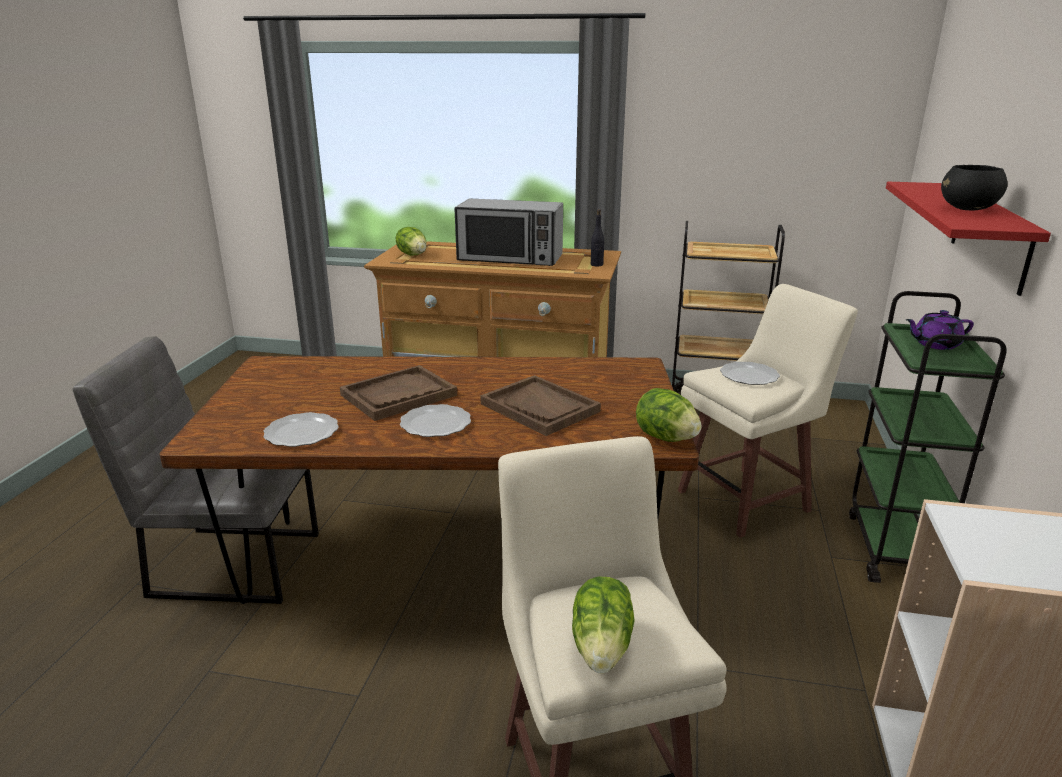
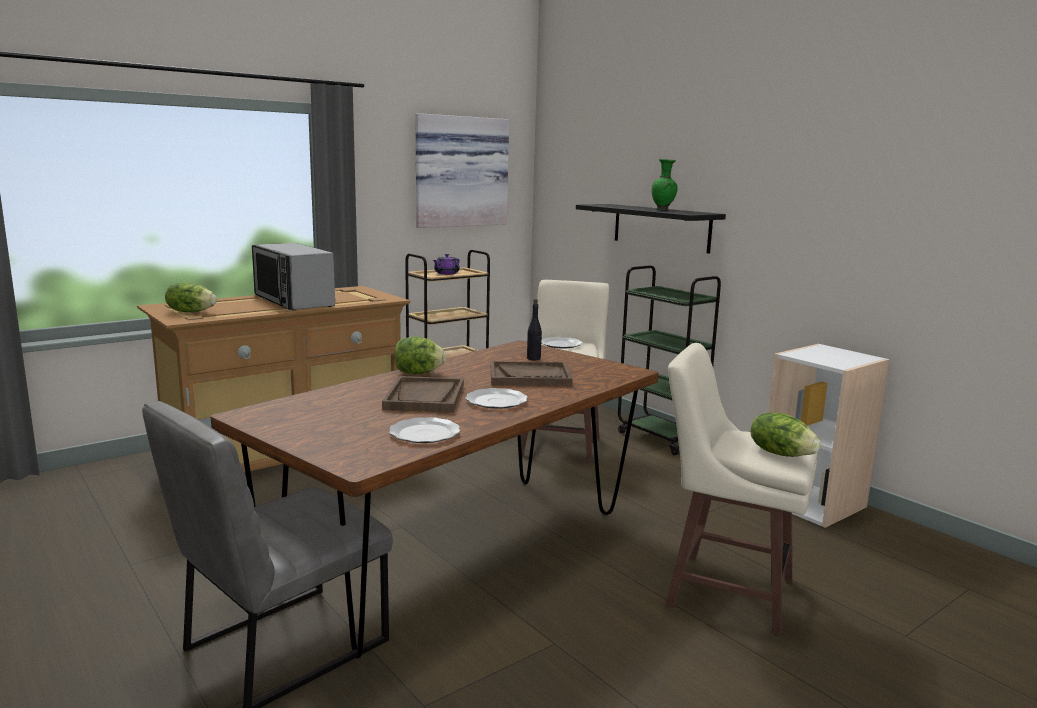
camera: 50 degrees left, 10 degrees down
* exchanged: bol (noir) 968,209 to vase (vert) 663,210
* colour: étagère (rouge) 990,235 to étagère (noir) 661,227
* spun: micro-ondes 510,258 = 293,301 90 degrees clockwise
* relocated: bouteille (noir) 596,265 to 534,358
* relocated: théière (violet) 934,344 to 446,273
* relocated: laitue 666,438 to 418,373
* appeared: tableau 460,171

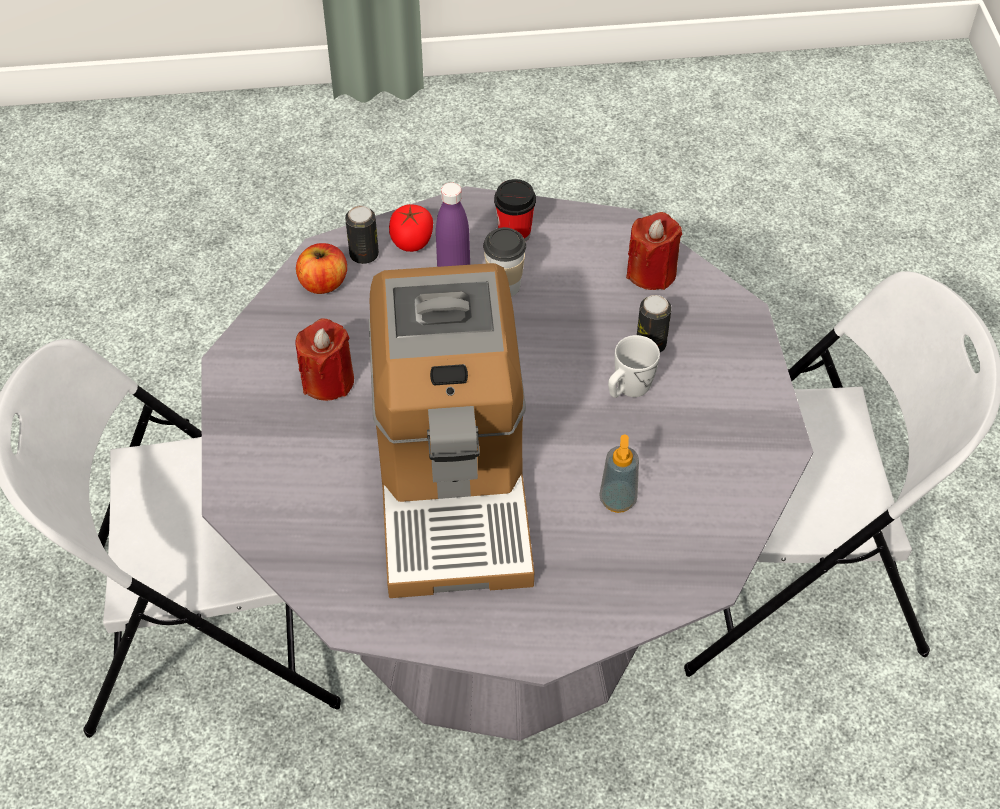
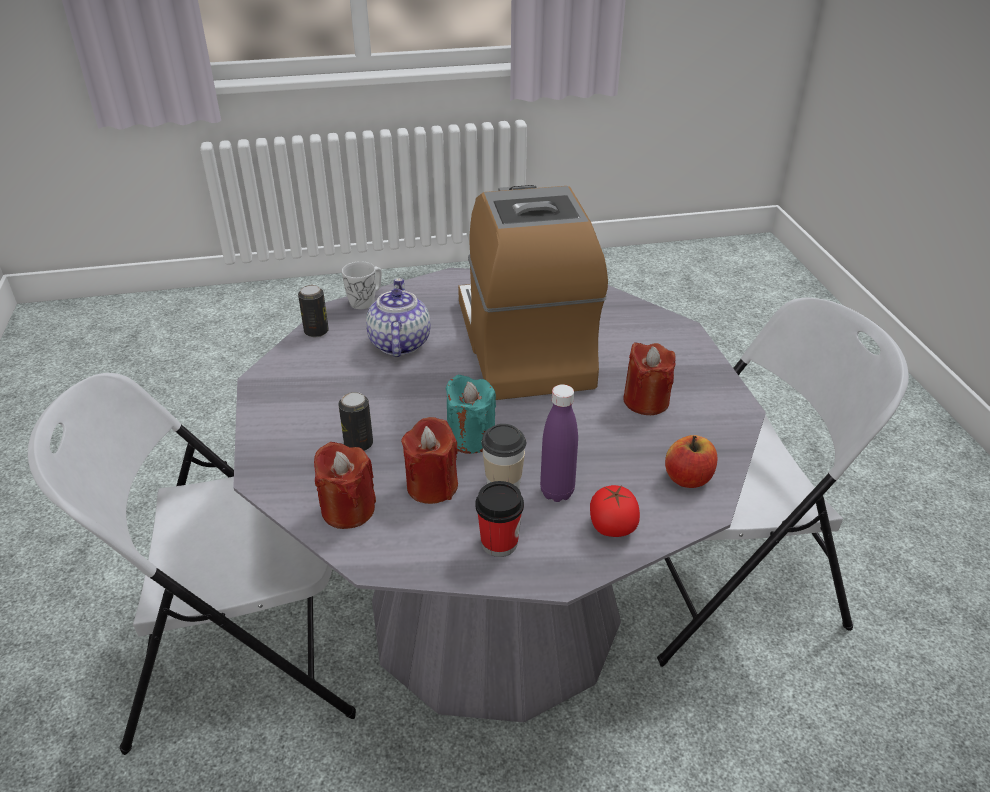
camera: 175 degrees right, 15 degrees down
* relocated: boîte métallique 364,255 to 316,331
* relocated: mug (blanc) 628,389 to 366,301
* exchanged: distributeur de savon 617,500 to théière 398,343
* appeared: bougie (turquoise) 471,438
* appeared: bougie (rouge) 432,486

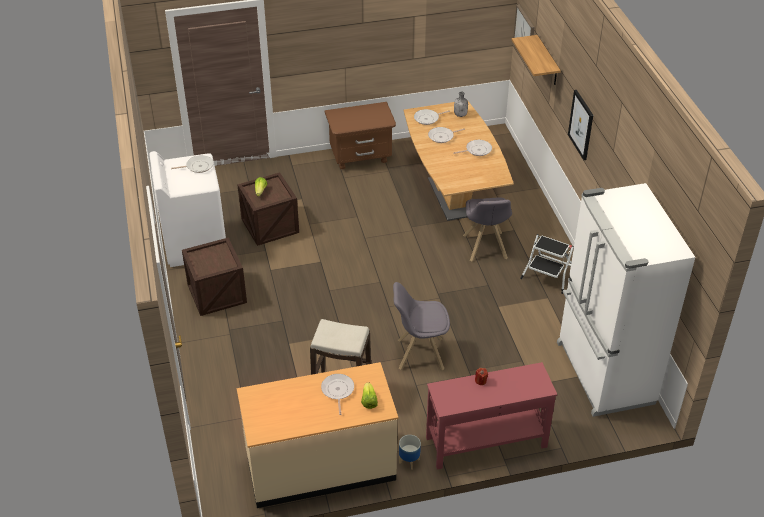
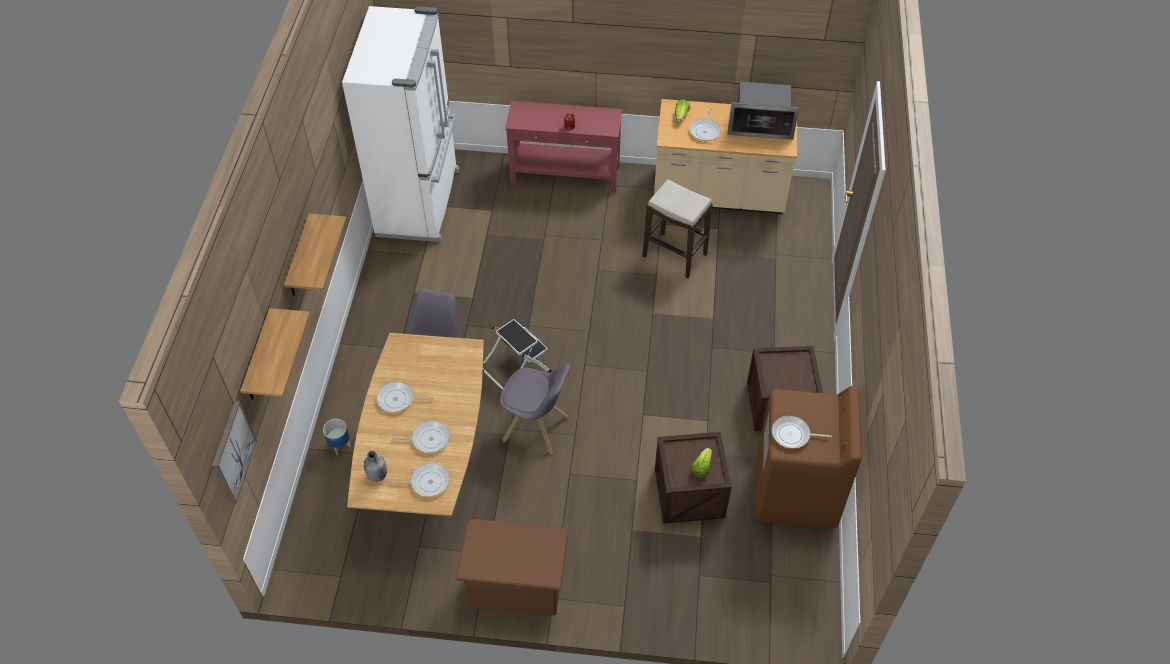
camera: 160 degrees left, 10 degrees up
* exchanged: tableau 581,124 to étagère 299,258
* colour: lave-linge (blanc) 194,244 to lave-linge (marron) 795,492
* relocated: escabeau 548,273 to 515,368
* relocated: chaise (gris) 420,354 to 536,428
* relocated: cache-pot 409,461 to 339,445
* appeared: micro-ondes 760,125

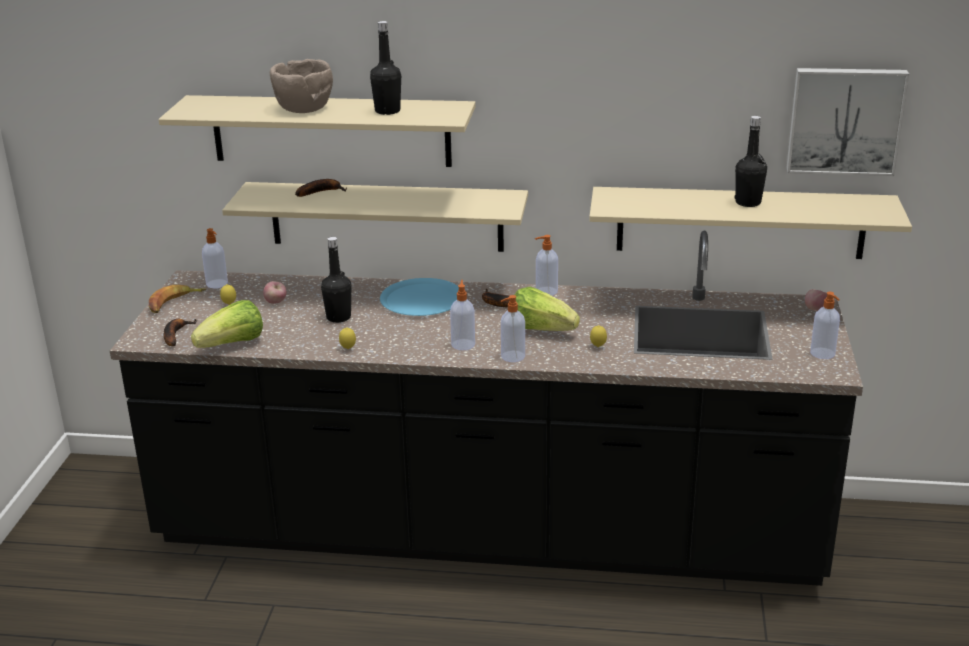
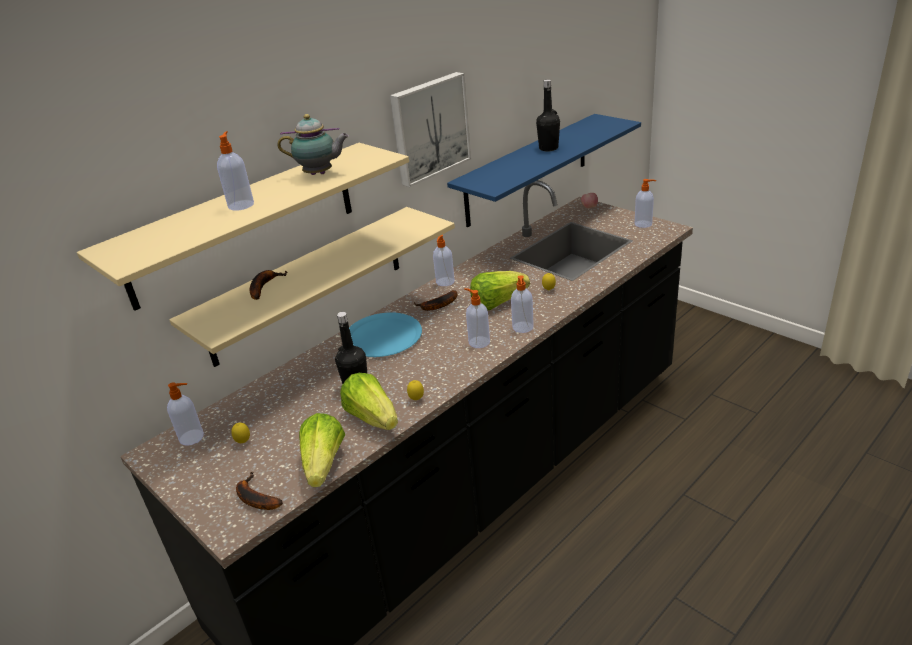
camera: 50 degrees left, 5 degrees up
* exchanged: bouteille (noir) 387,111 to théière 320,174
* exchanged: bol (marron) 302,108 to distributeur de savon 241,205
* relocated: tableau 845,120 to 429,128
* colour: étagère (beige) 740,222 to étagère (bleu) 527,169
* missing: pomme 276,302
* missing: banane 174,303
* appeared: laitue 372,418

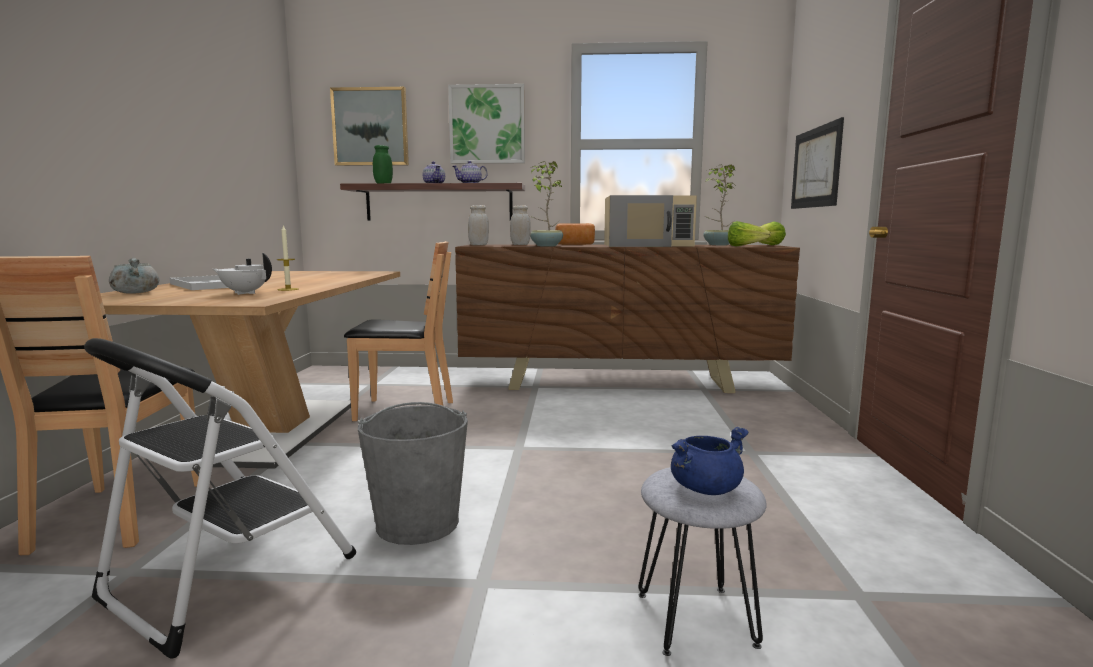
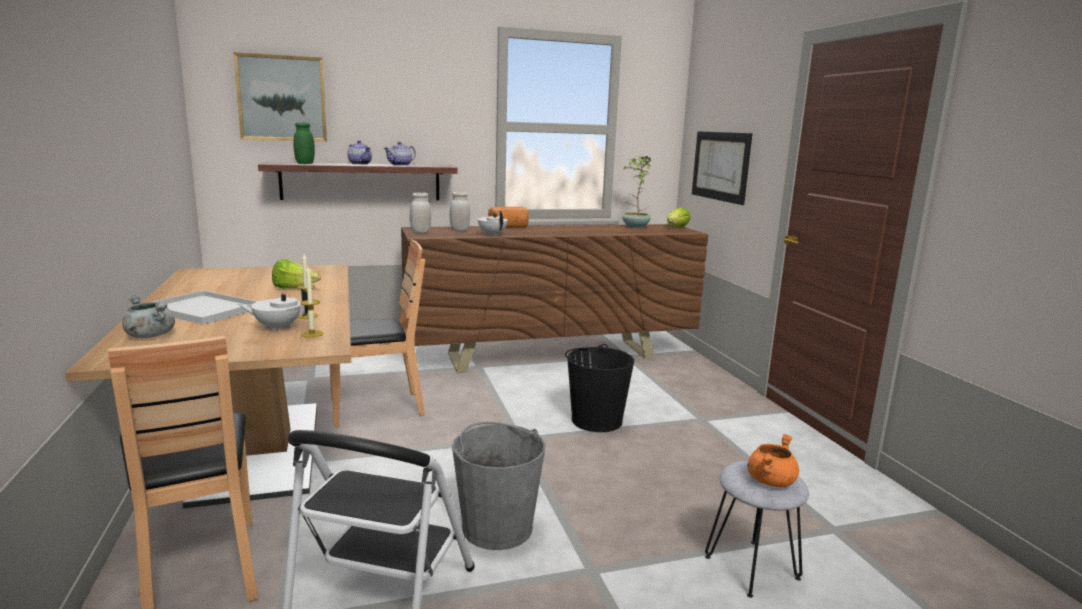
camera: 20 degrees left, 5 degrees up
* missing: tableau 487,124
* exchanged: plante en pot 545,246 to théière (blanc) 492,235
* missing: micro-ondes (beige) 647,245
* relocated: laitue 745,246 to 294,289
* colour: marmite (bleu) 705,488 to marmite (orange) 770,480
* appeared: bougie 312,334
* appeared: seau (noir) 596,420

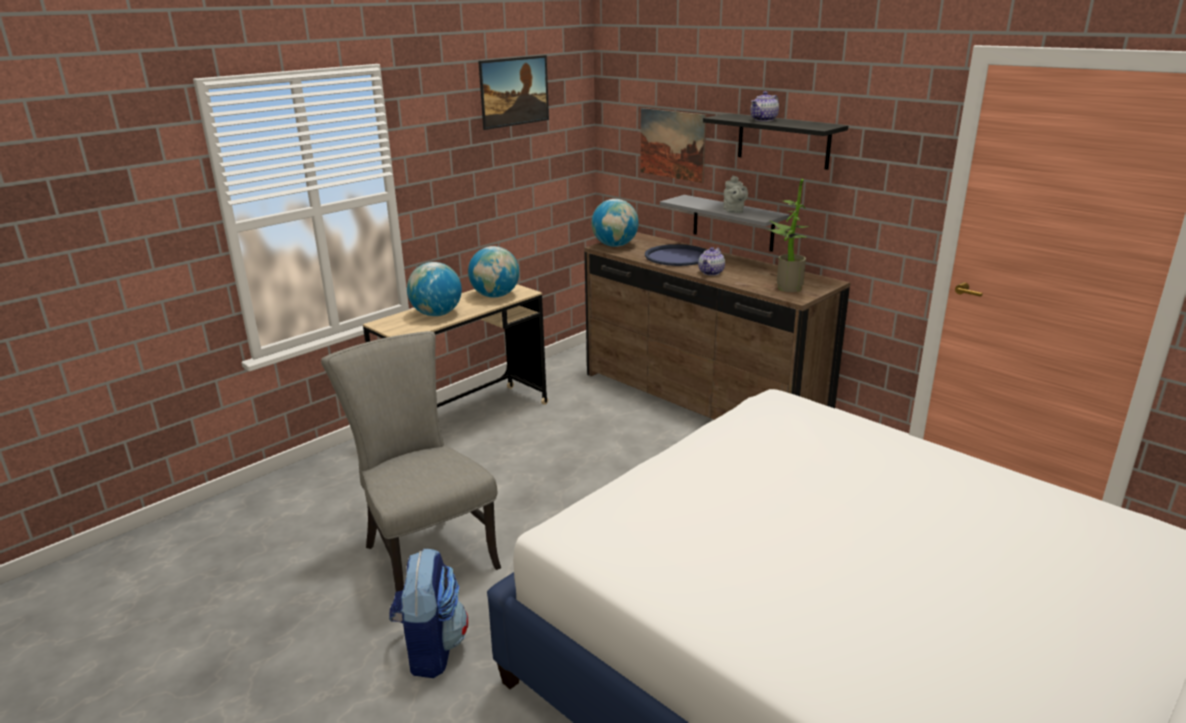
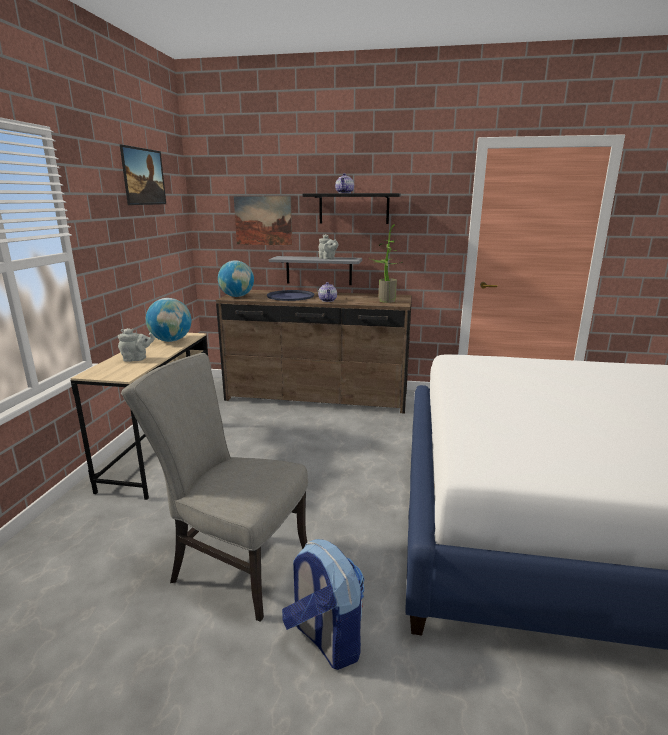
camera: 35 degrees left, 5 degrees down
* exchanged: globe 436,314 to théière (gris) 137,359

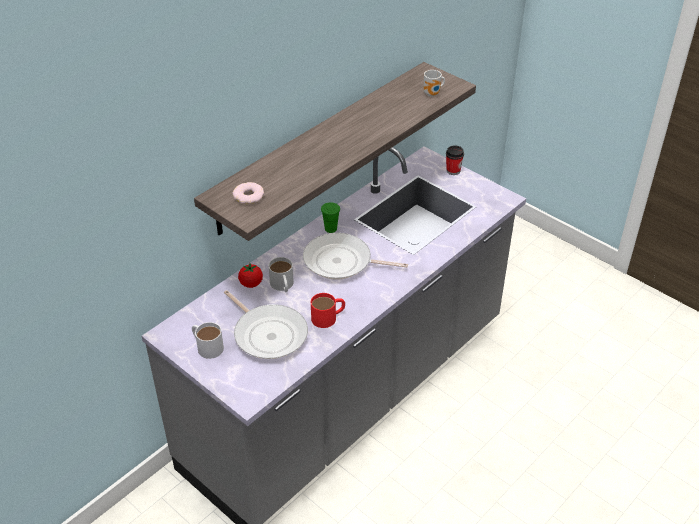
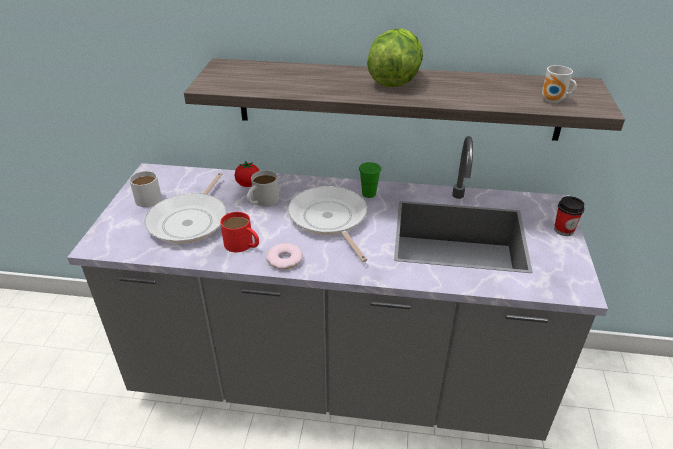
camera: 55 degrees right, 5 degrees down
* relocated: beignet 249,196 to 285,259
* appeared: laitue 394,81

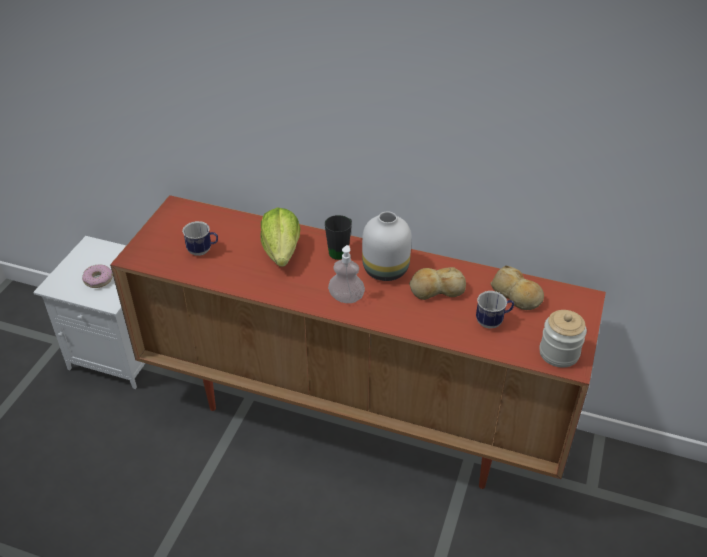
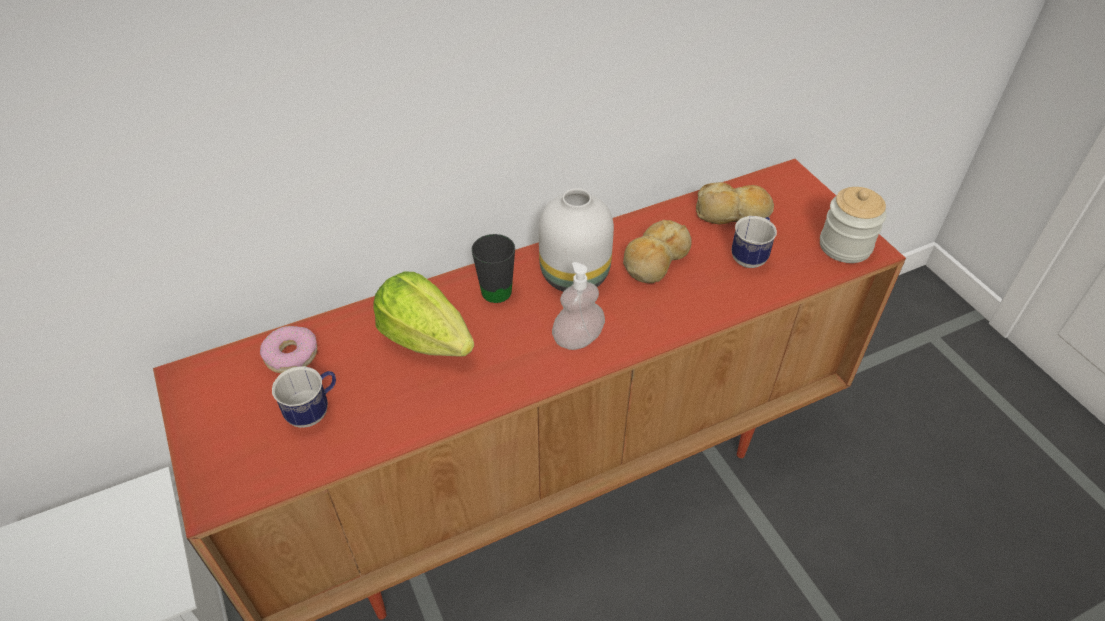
camera: 45 degrees left, 5 degrees up
* relocated: beignet 98,279 to 291,355

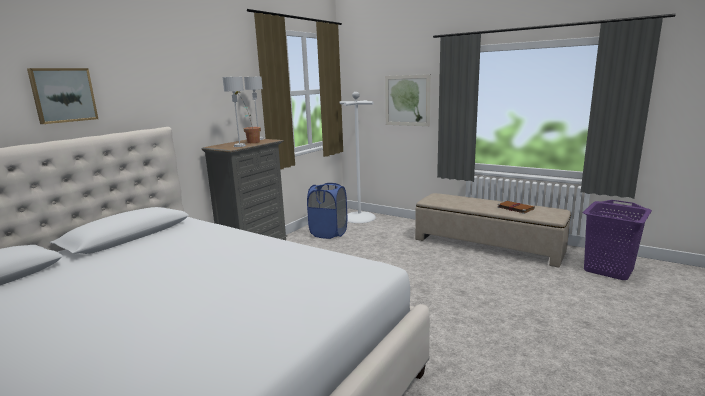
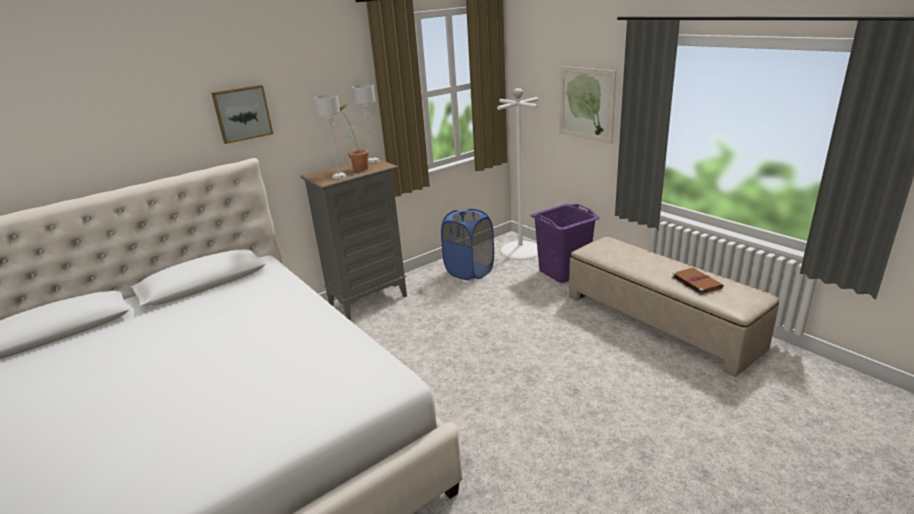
camera: 20 degrees right, 10 degrees up
* relocated: tableau 63,95 to 242,113
* relocated: panier à linge (violet) 609,269 to 564,272

